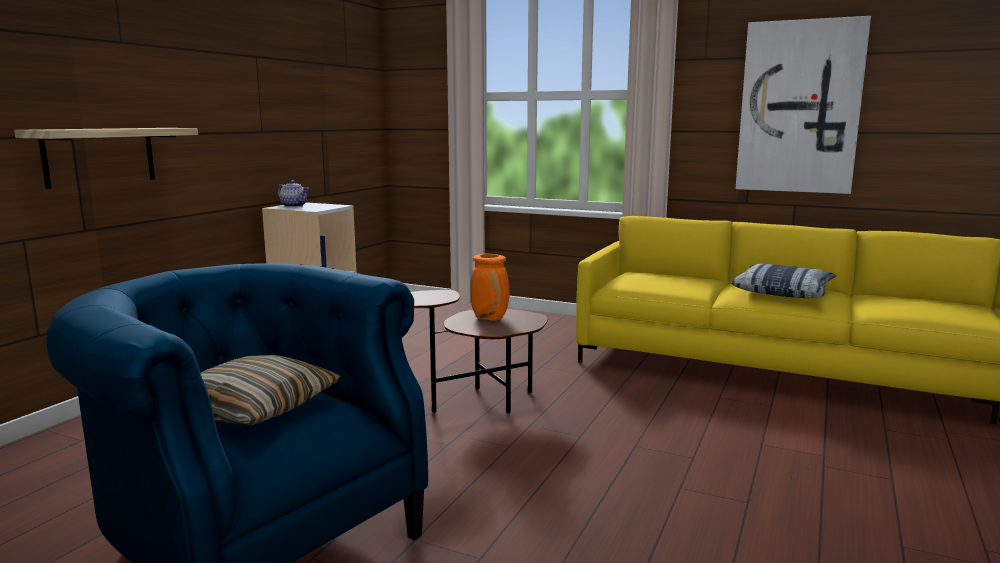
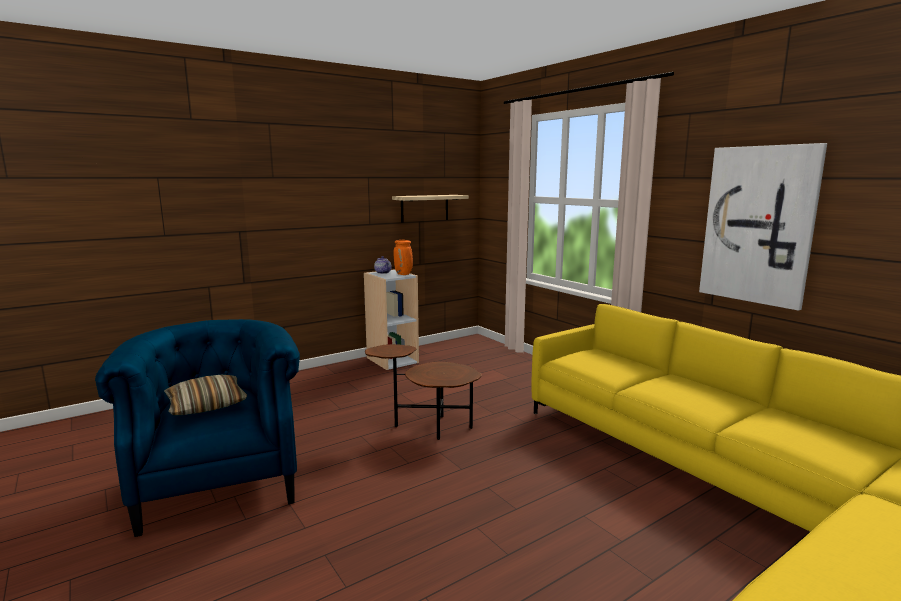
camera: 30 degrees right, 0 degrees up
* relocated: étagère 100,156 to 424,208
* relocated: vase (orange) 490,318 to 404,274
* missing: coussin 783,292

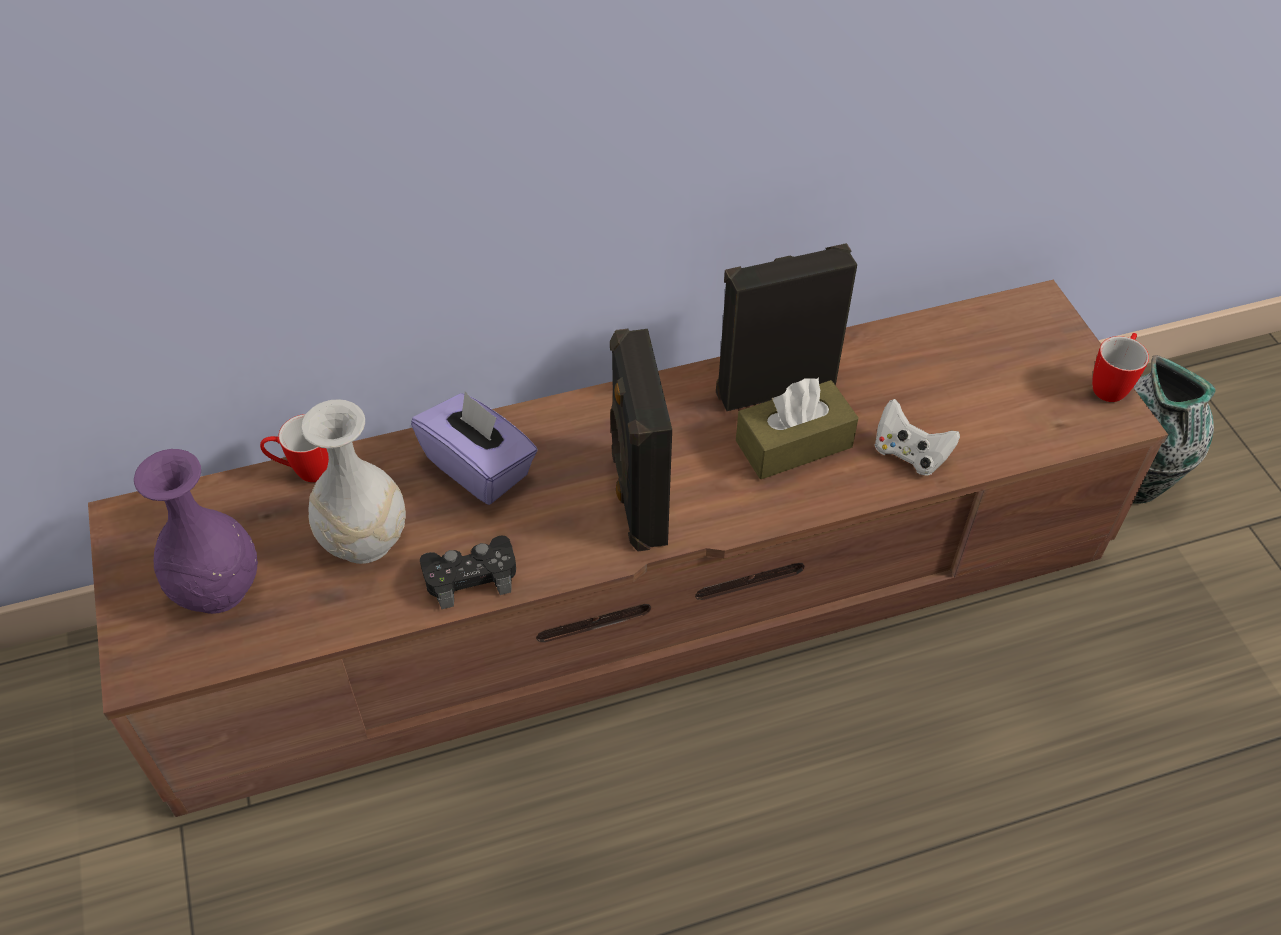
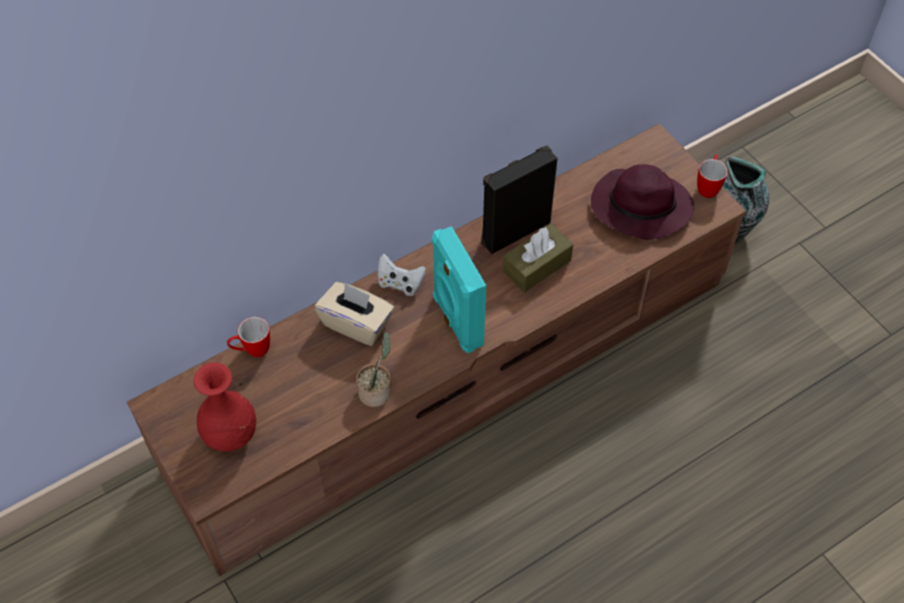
camera: 15 degrees left, 5 degrees up
* colour: enceinte (noir) 636,498 to enceinte (turquoise) 456,321
* colour: boîte à mouchoirs (violet) 479,467 to boîte à mouchoirs (beige) 356,323
* missing: vase (blanc) 363,541
* relocated: manette (blanc) 909,454 to 400,283
* colour: vase (violet) 217,590 to vase (rouge) 230,435
* exchanged: manette (noir) 470,576 to plante en pot 376,391
* appeared: chapeau (violet) 639,208

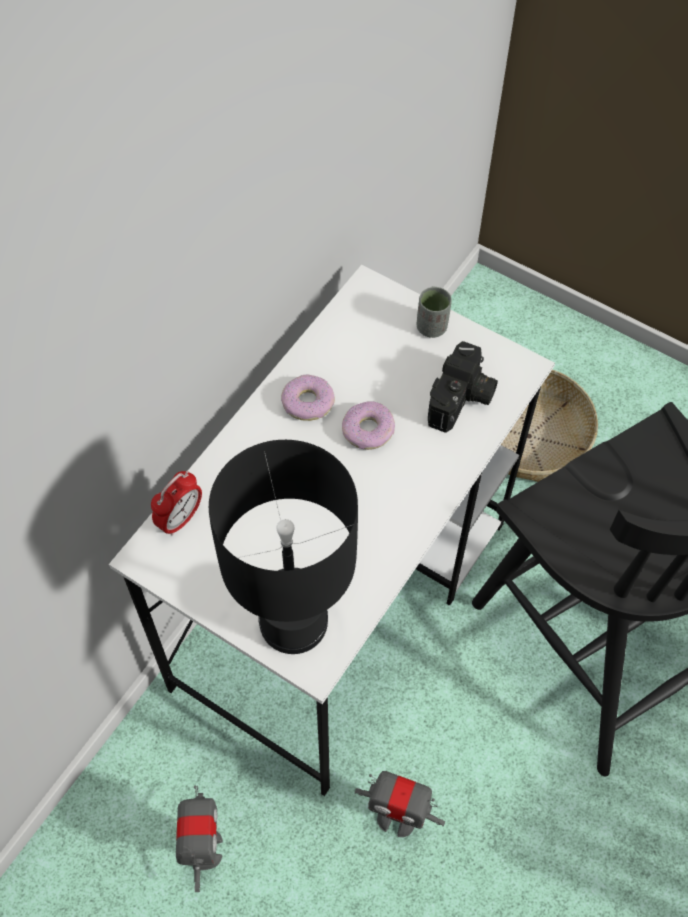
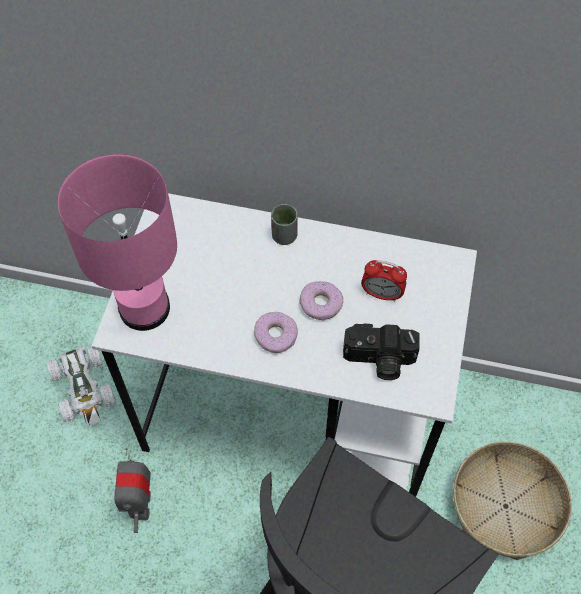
camera: 70 degrees right, 0 degrees up
* relocated: tasse (gris) 431,327 to 284,236
* relocated: beignet 307,402 to 276,335
* colour: lampe de table (noir) 292,620 to lampe de table (rose) 145,307
* relocated: réveil 180,519 to 381,294
* exchanged: robot jouet 205,849 to petite voiture (blanc) 84,389

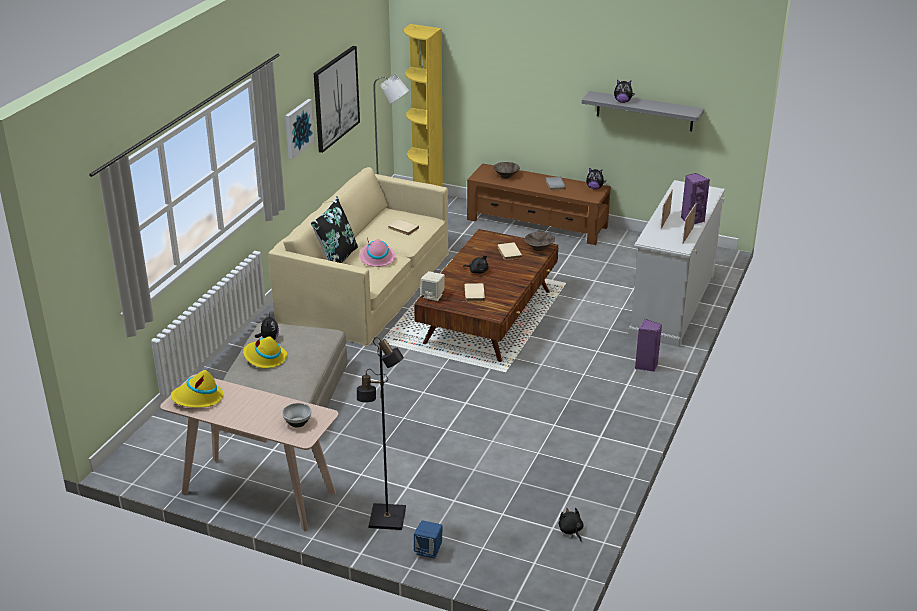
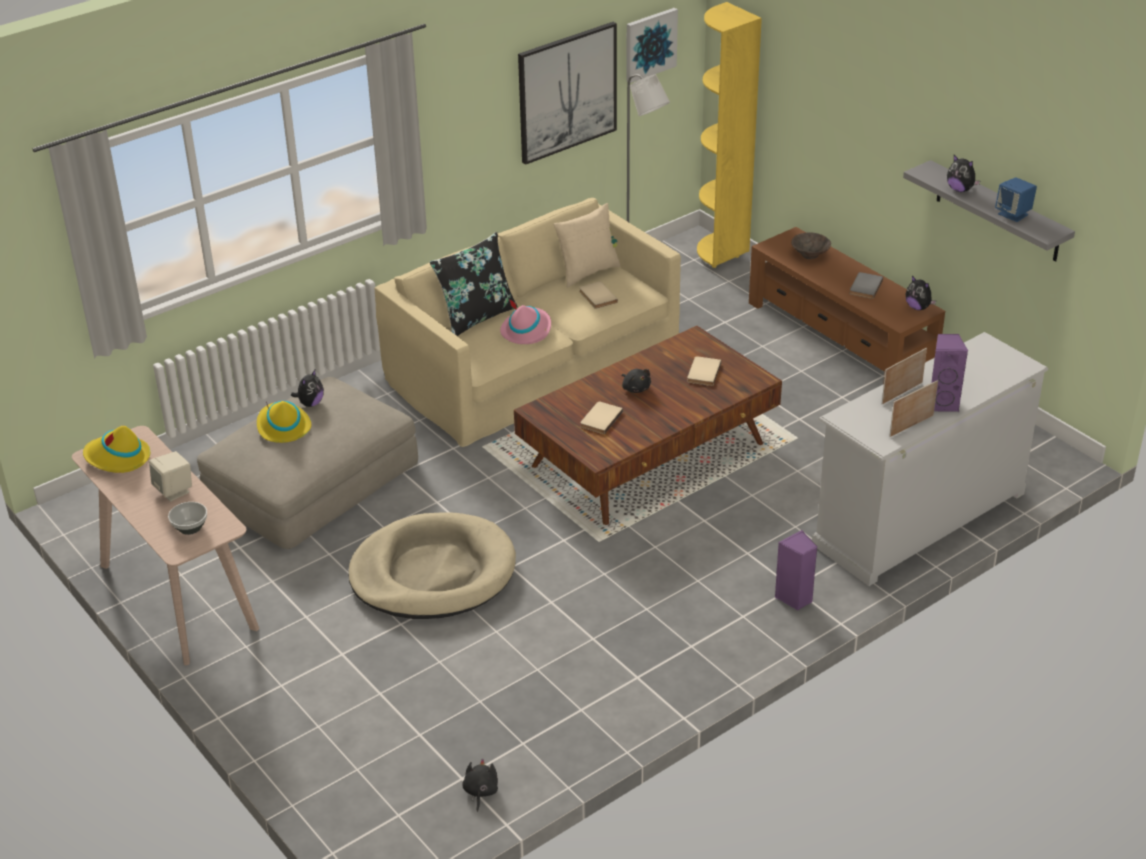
camera: 30 degrees right, 5 degrees up
* relocated: tableau 298,128 to 650,44
* missing: bol (marron) 539,248
* relocated: enceinte (beige) 433,296 to 174,491
* missing: lampadaire (noir) 387,517
* relocated: enceinte (bleu) 428,550 to 1013,214
* appeared: coussin (beige) 588,273
* appeared: panier pour chien (beige) 433,573

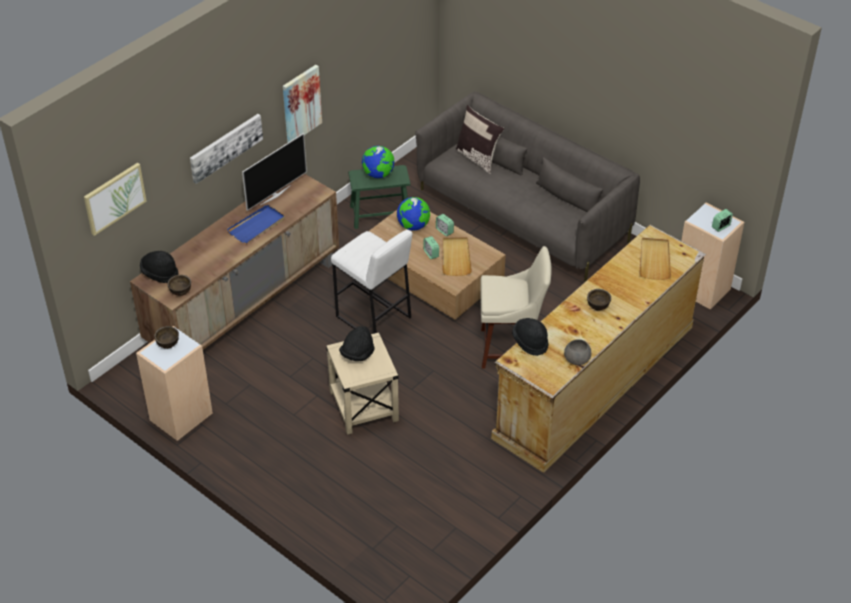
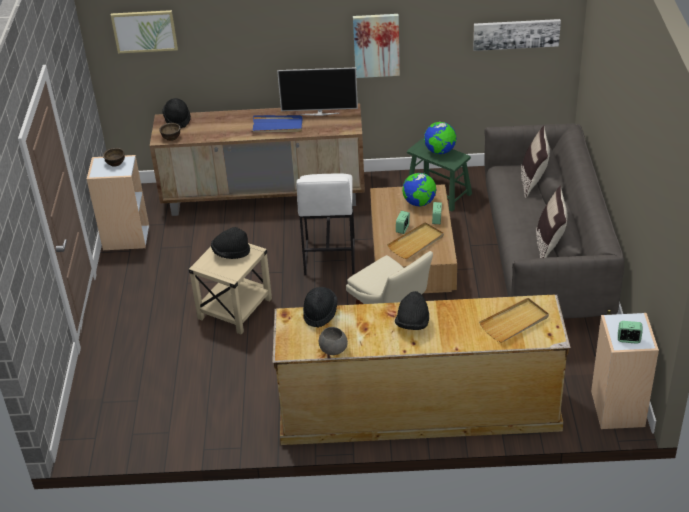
camera: 50 degrees right, 5 degrees down
* relocated: tableau 225,147 to 516,34
* exchanged: bol (marron) 598,305 to chapeau (noir) 412,323
* appeared: coussin 549,245

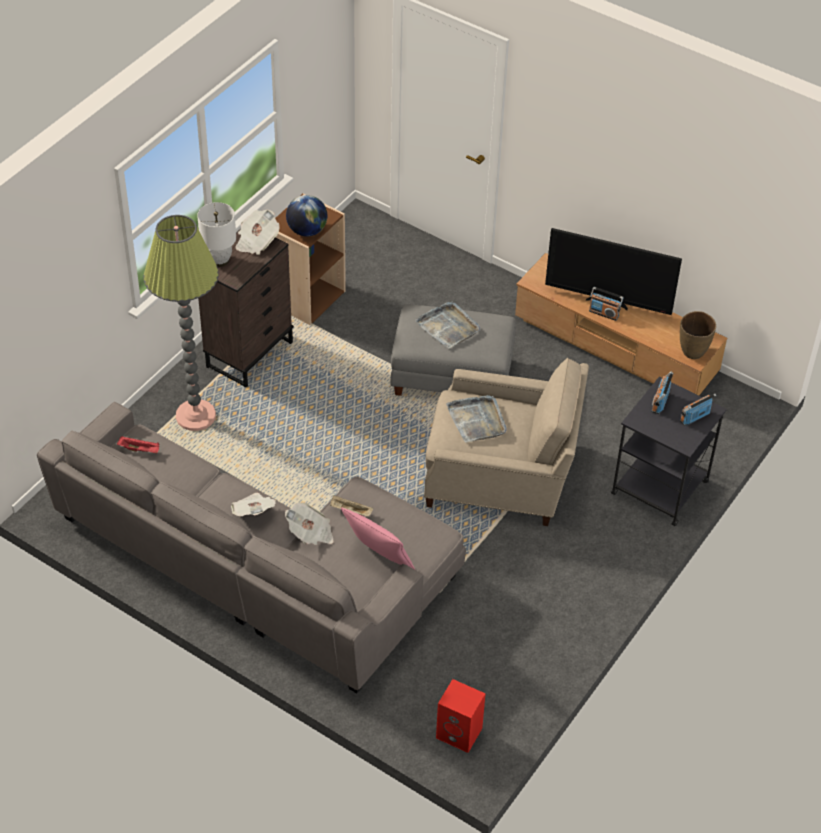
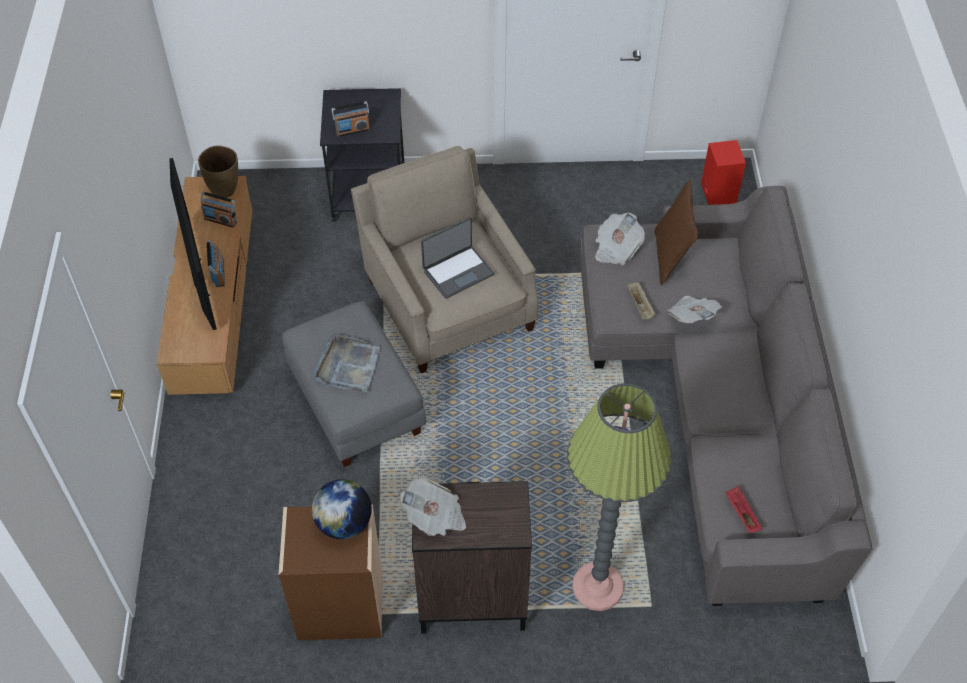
camera: 125 degrees left, 5 degrees up
* missing: lampe de table (blanc) 219,260
* relocated: radio 695,417 to 220,220
* exchanged: plateau (gris) 477,420 to ordinateur portable 457,272
* relocated: journal 253,512 to 616,248
* colour: coussin (rose) 378,561 to coussin (marron) 670,257

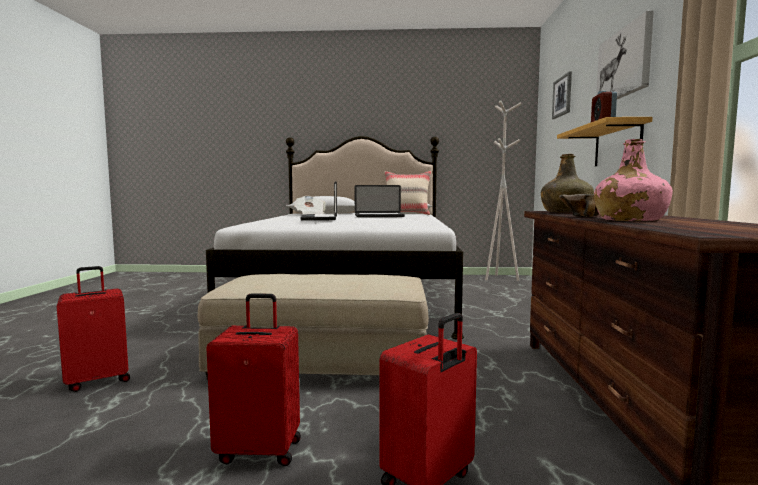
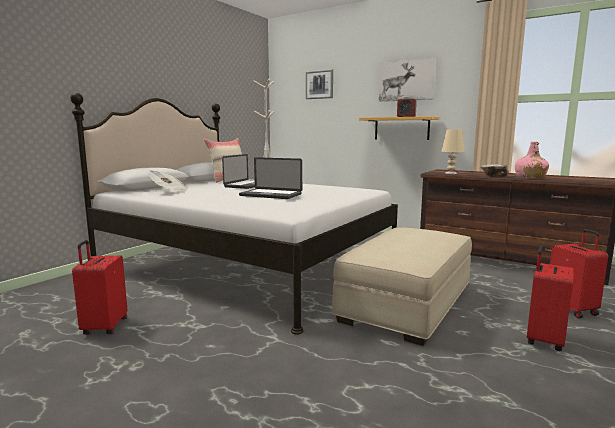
camera: 60 degrees left, 5 degrees up
* exchanged: bouteille (vert) 566,212 to lampe de table (beige) 451,173
* relocated: valise (rouge) 98,380 to 104,327

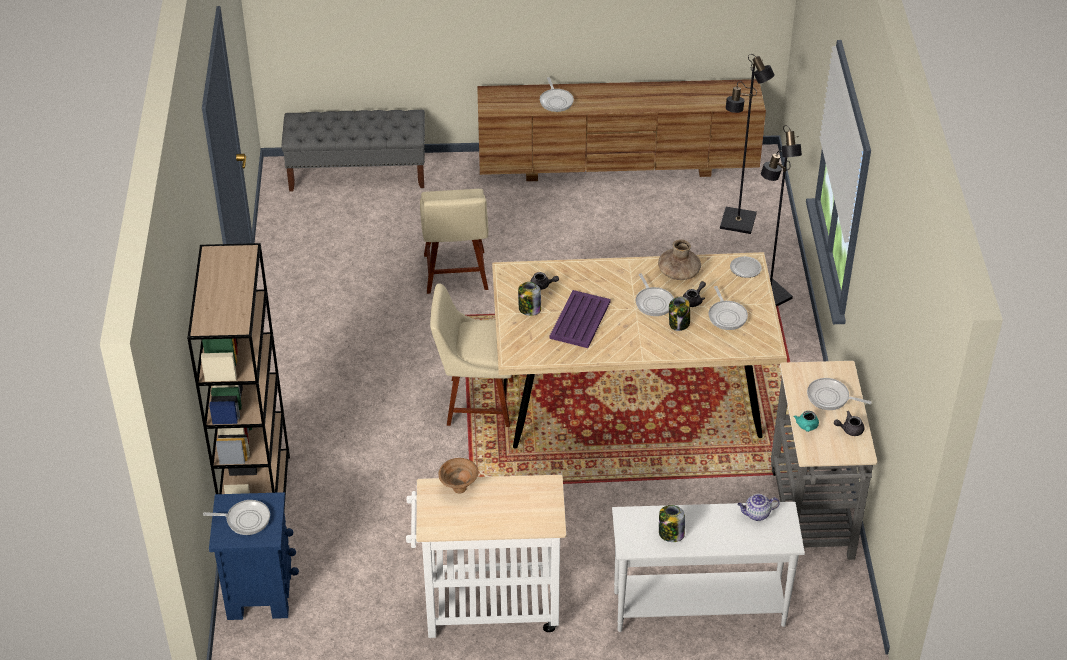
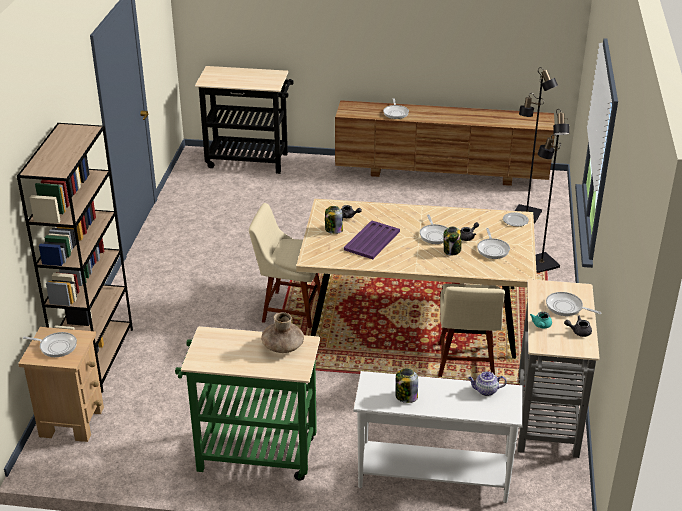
camera: 10 degrees right, 10 degrees down
* exchanged: banc (gris) 358,173 to chariot (noir) 248,161
* relocated: chaise (beige) 456,275 to 466,364
* relocated: vase (marron) 679,272 to 283,346
* missing: bol (marron) 459,489
* colour: chariot (blanc) 489,607 to chariot (vert) 254,455
* colour: table de chevet (bleu) 261,594 to table de chevet (beige) 73,421

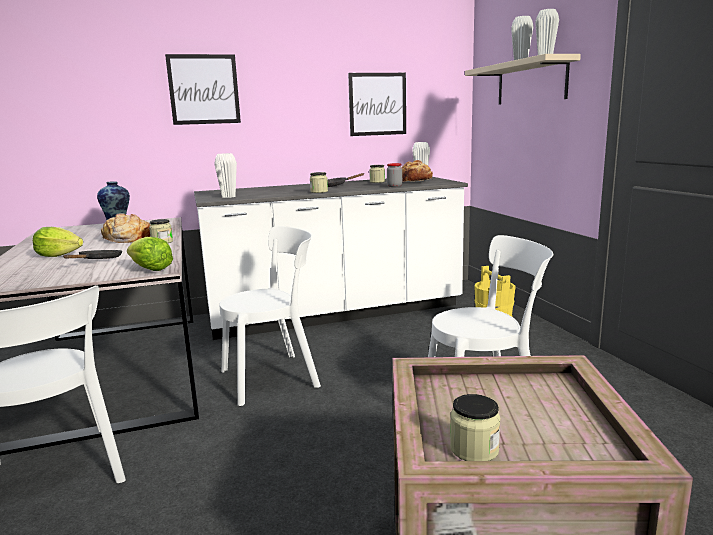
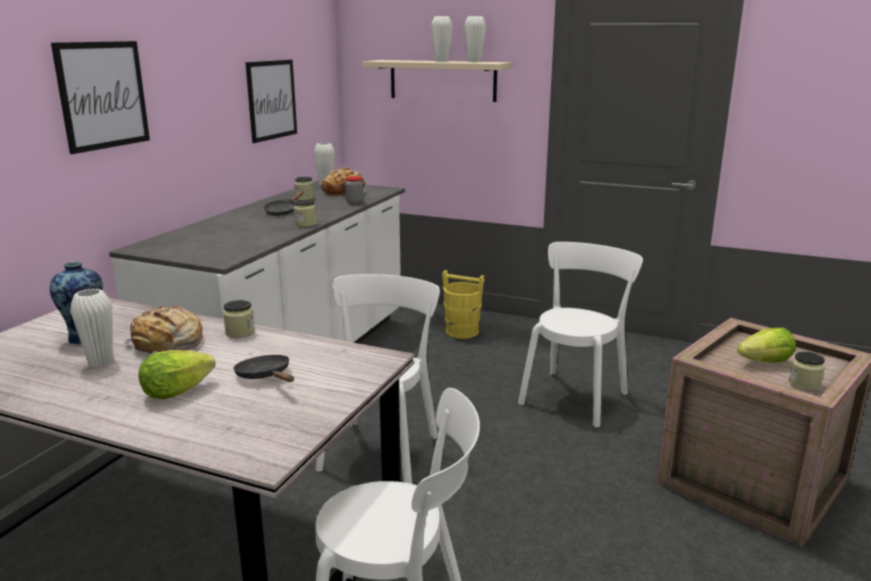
camera: 50 degrees left, 5 degrees up
* relocated: vase (blanc) 228,197 to 100,361
* relocated: laitue 150,269 to 765,362

